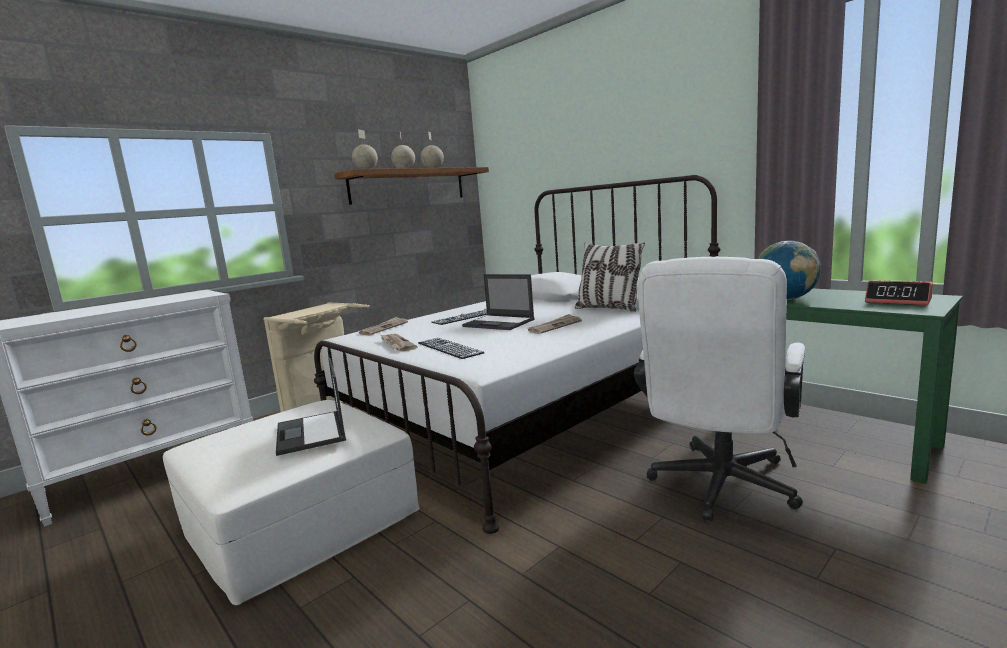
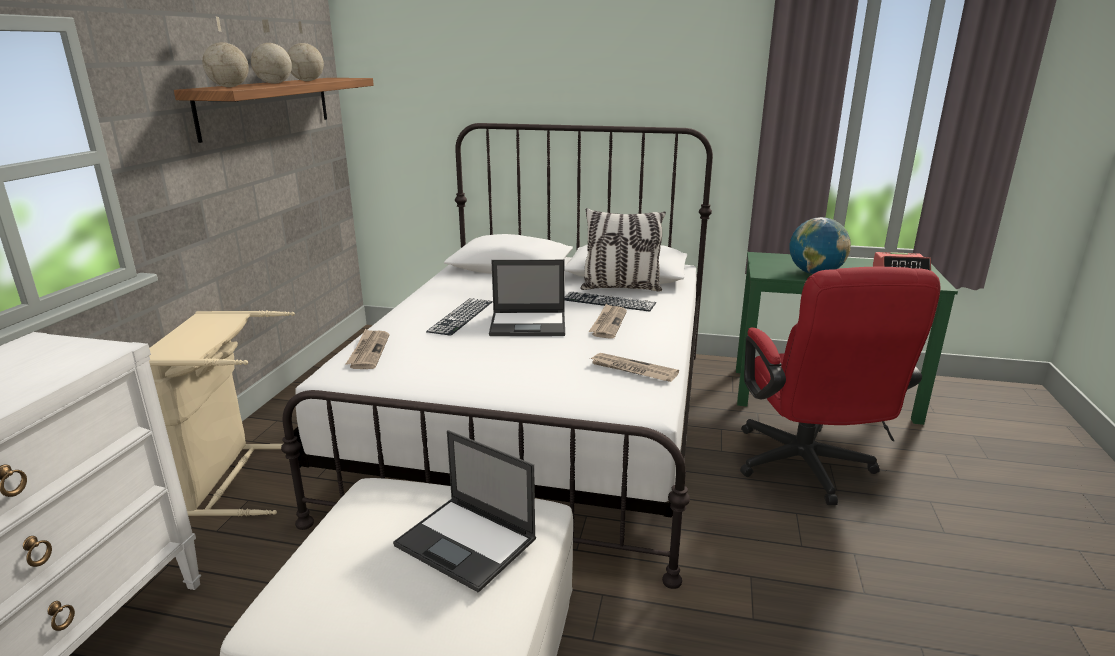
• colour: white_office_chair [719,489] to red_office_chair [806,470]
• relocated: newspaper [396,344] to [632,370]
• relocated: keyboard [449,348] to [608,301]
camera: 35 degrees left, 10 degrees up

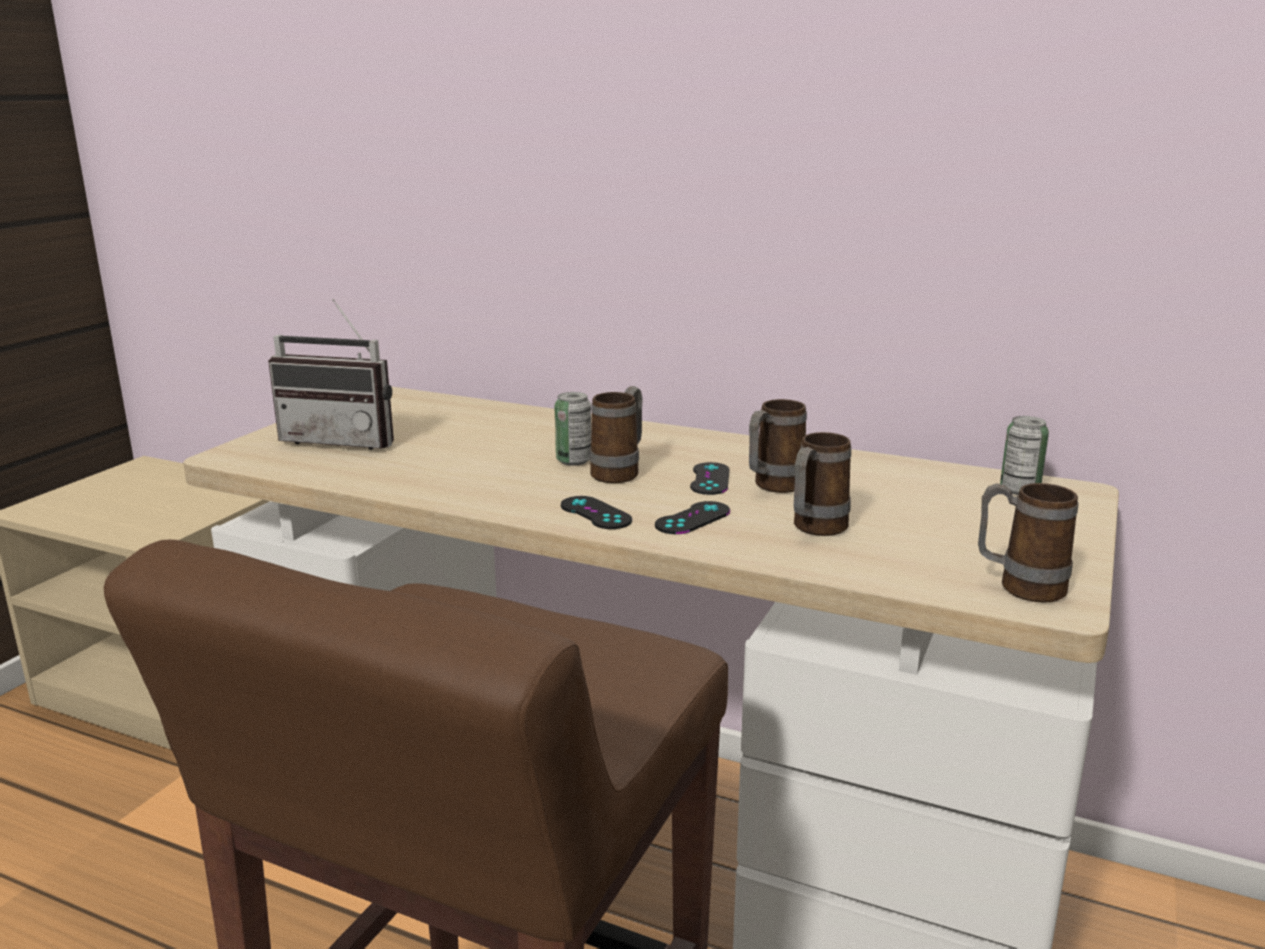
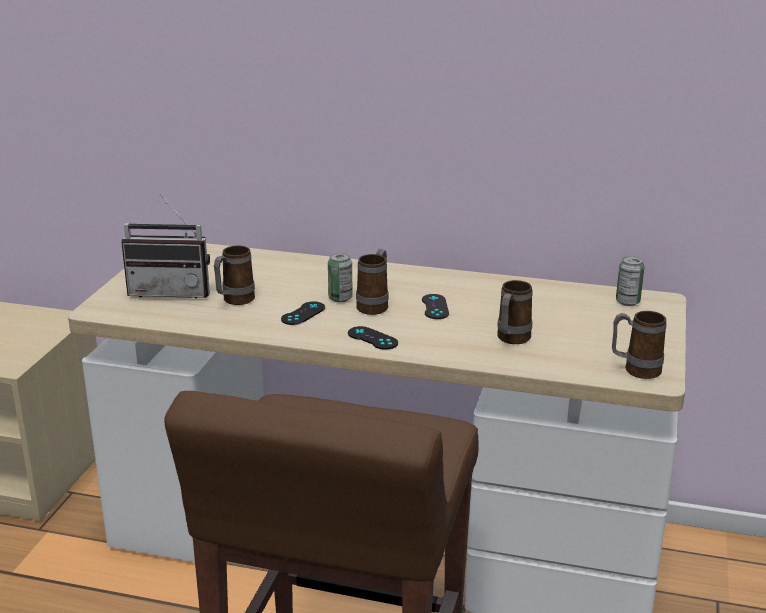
• relocated: mug [772,487] to [234,301]
• relocated: black_game_controller [692,518] to [303,313]
camera: 10 degrees left, 5 degrees up

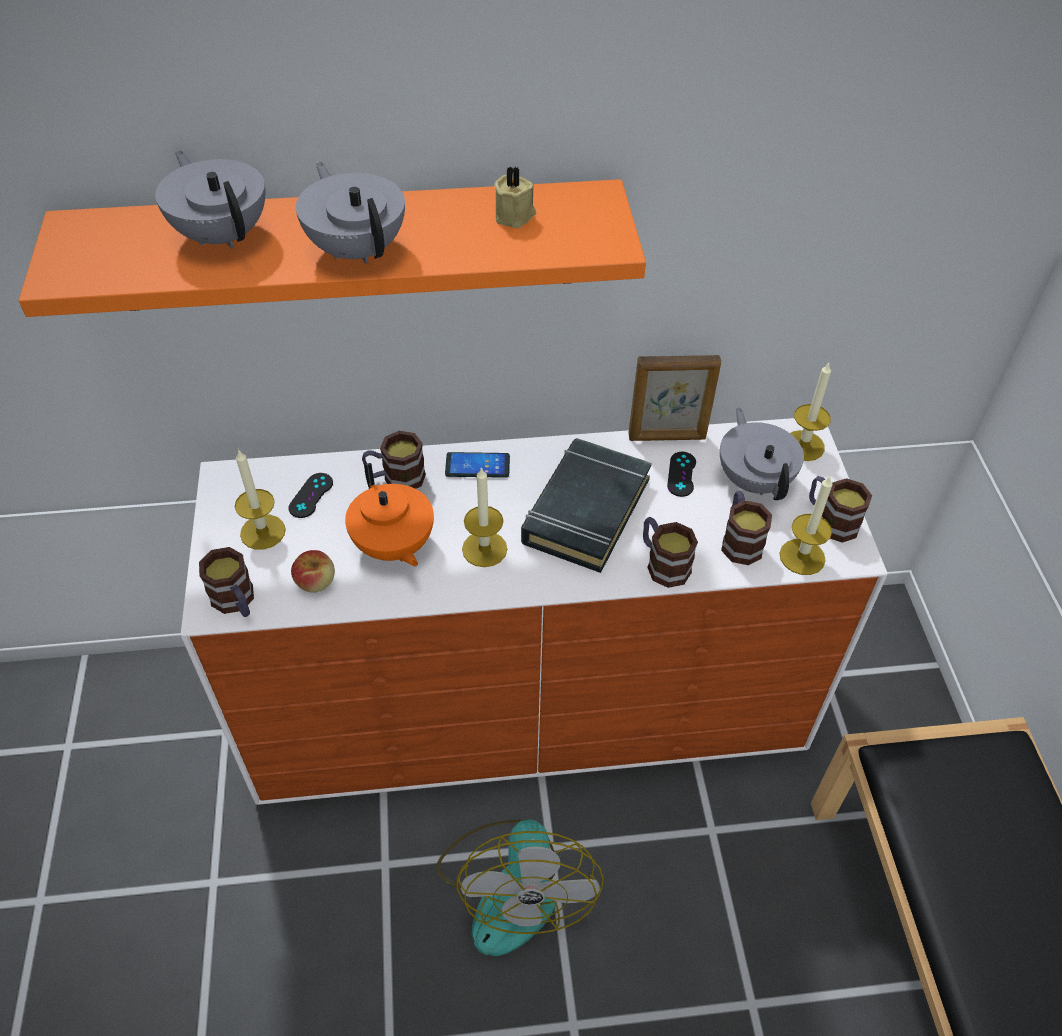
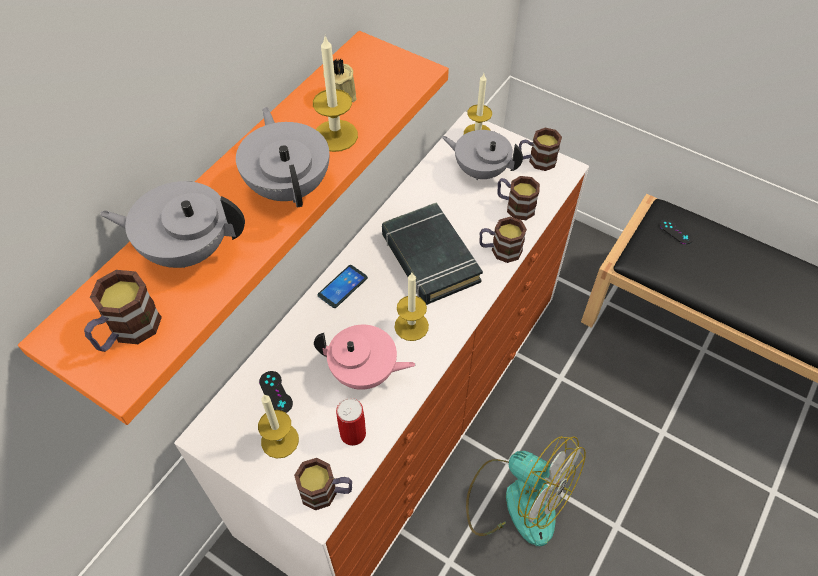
• spun: grey_teapot [357,249] = [289,186] 60 degrees clockwise
• missing: picture_frame [667,437]
• relocated: mug [395,478] to [128,331]
• relocated: black_game_controller [681,474] to [676,231]
• colour: orange_teapot [393,546] to pink_teapot [364,372]
• relocated: candle [802,557] to [335,135]
• exchanged: apple [316,582] to can [353,433]
camera: 50 degrees left, 5 degrees up

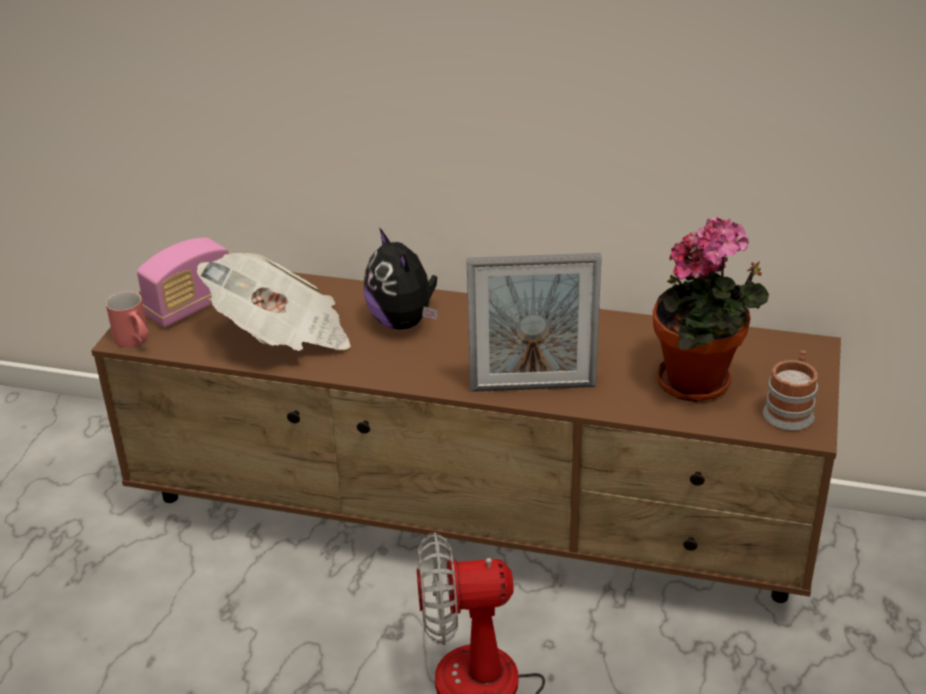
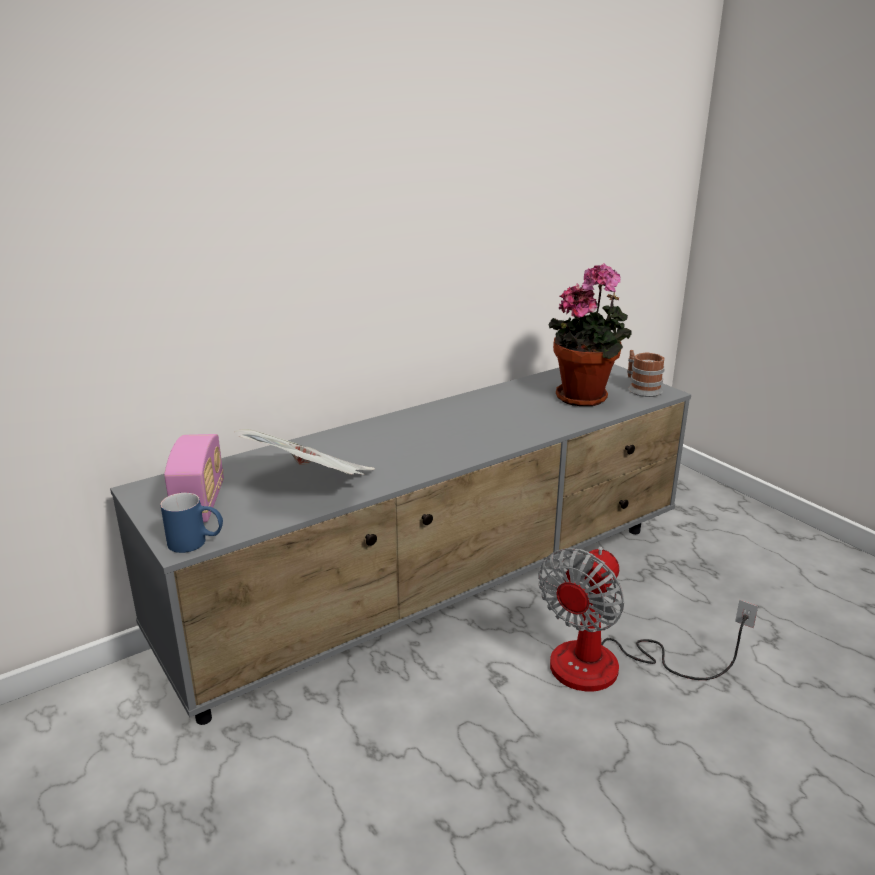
• missing: plush_toy [403,322]
• missing: picture_frame [532,387]
• colour: brown_tv_stand [472,521] to grey_tv_stand [439,593]
• colour: red_mug [135,342] to blue_mug [196,543]
camera: 50 degrees left, 10 degrees down

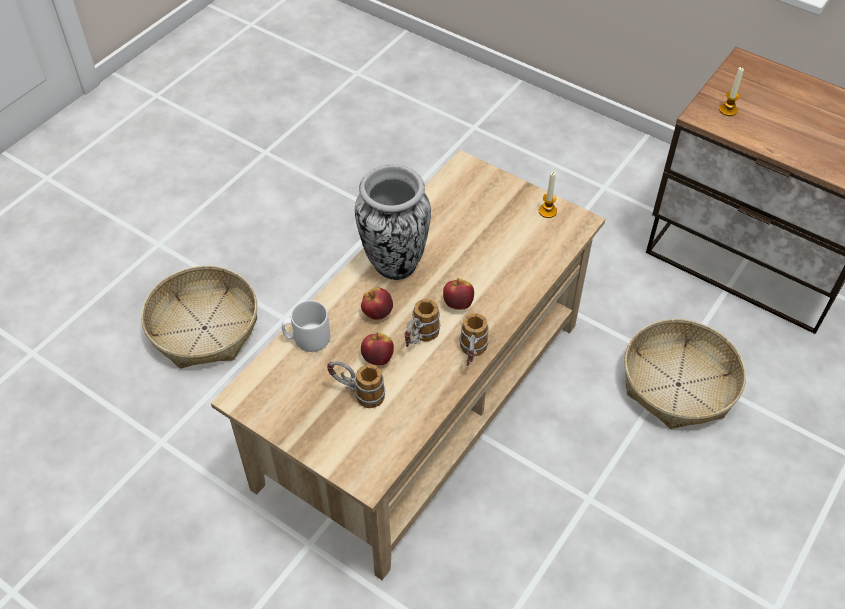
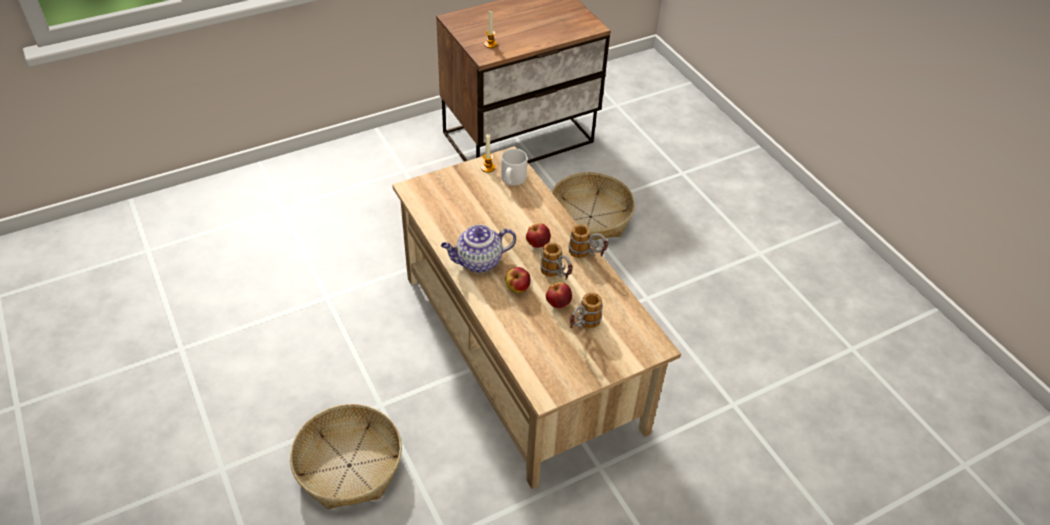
• exchanged: vase [394,264] to teapot [478,262]
• relocated: white_mug [307,338] to [512,180]
camera: 65 degrees left, 5 degrees down

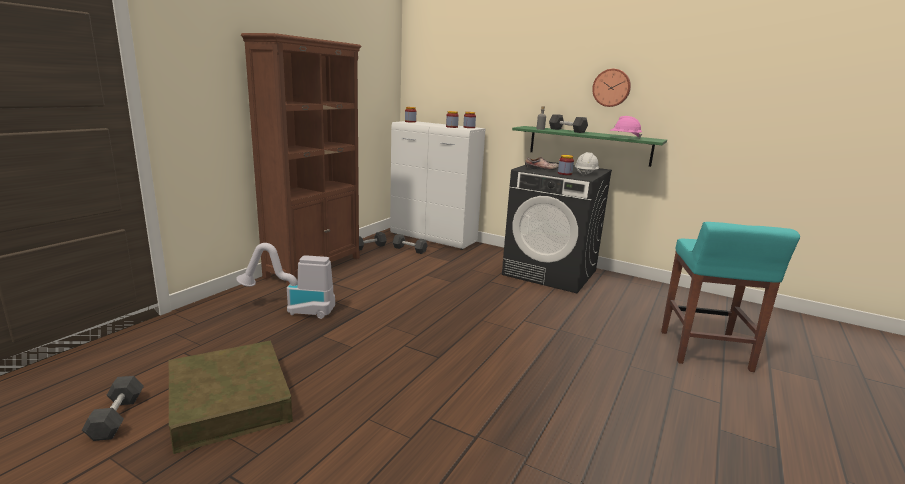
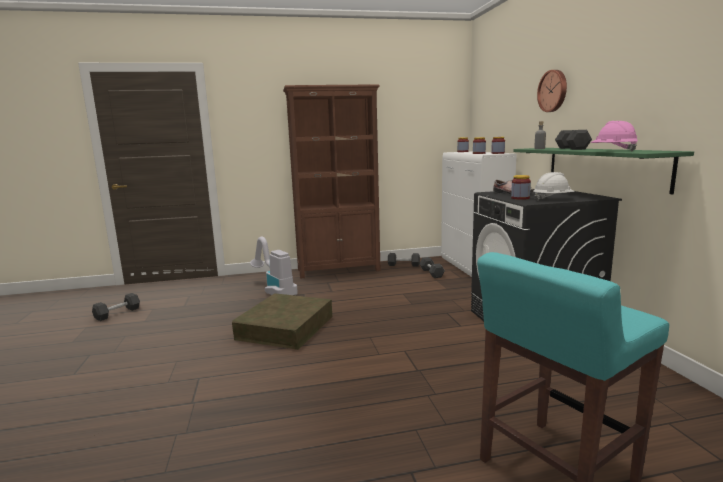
• relocated: wall_clock [611,88] to [553,91]
• relocated: brown_storage_box [230,401] to [286,327]
camera: 50 degrees right, 5 degrees down

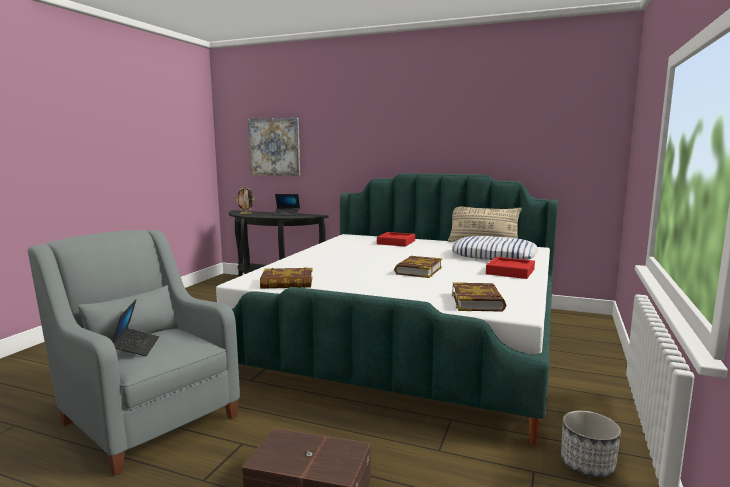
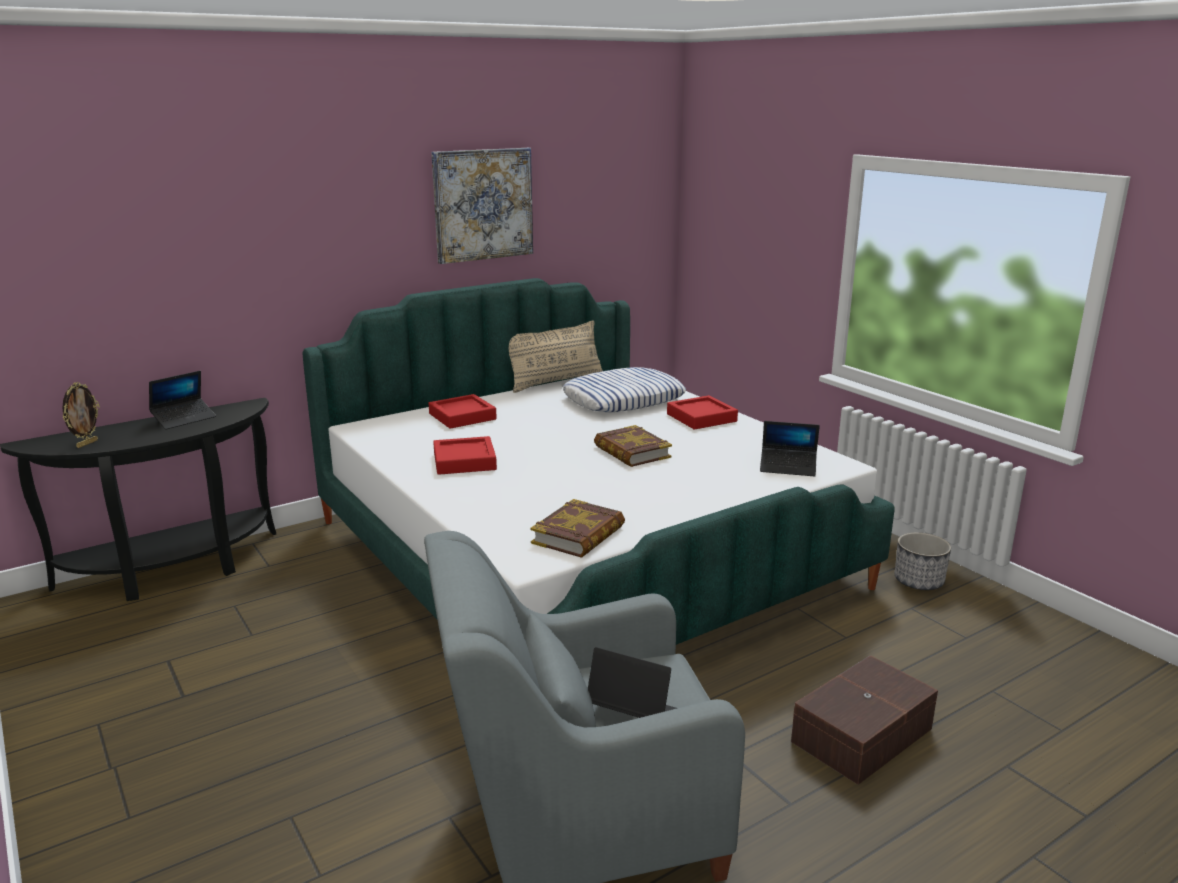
• relocated: picture [274,147] to [483,204]
• exchanged: book [477,302] to laptop [788,467]
• appeared: red_tray [464,461]
camera: 55 degrees left, 10 degrees up

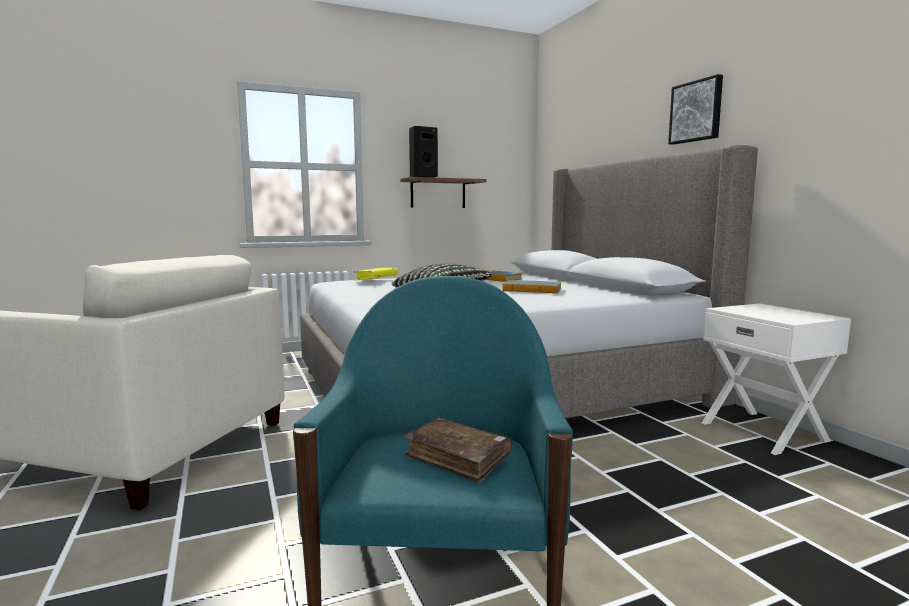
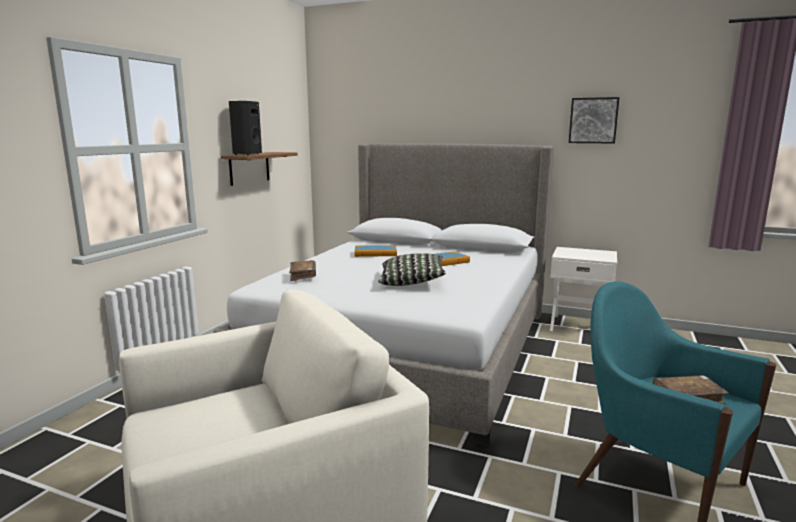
• relocated: picture [696,111] to [593,120]
• colour: yellow_book [376,279] to brown_book [303,275]
camera: 45 degrees left, 5 degrees up

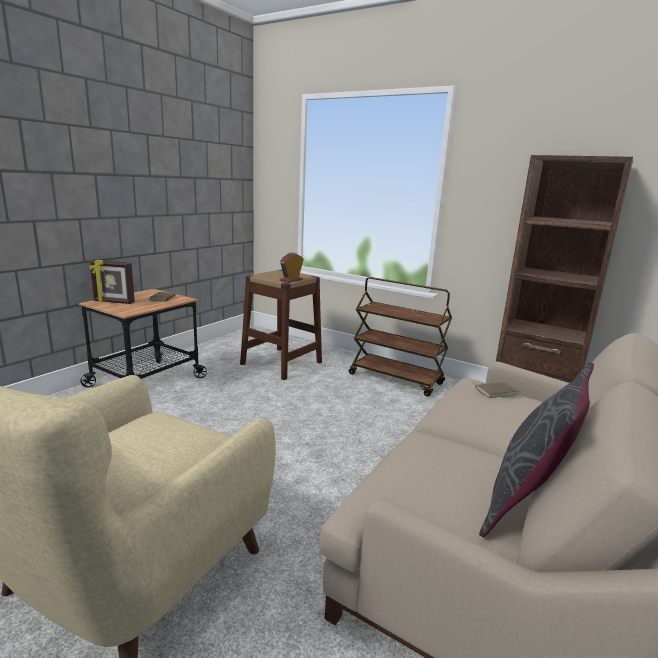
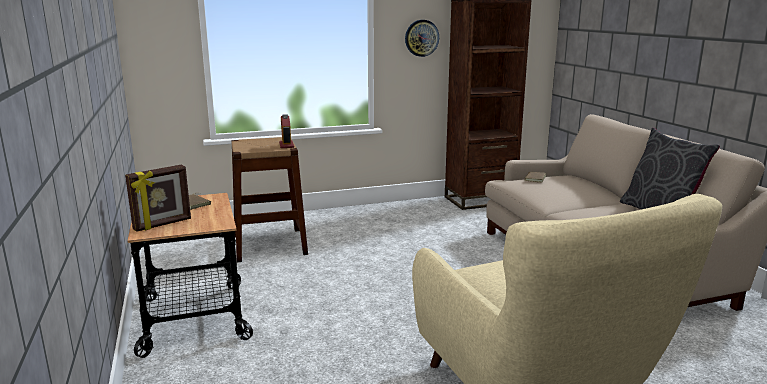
• missing: brown_cart [396,379]
• appeared: wall_clock [421,38]
camera: 50 degrees left, 0 degrees up

